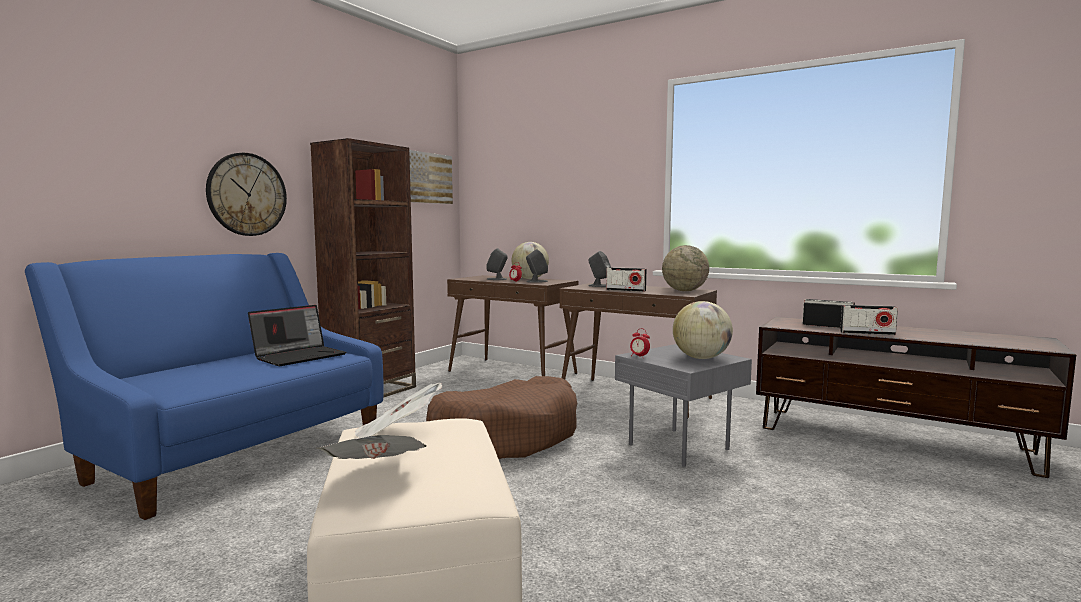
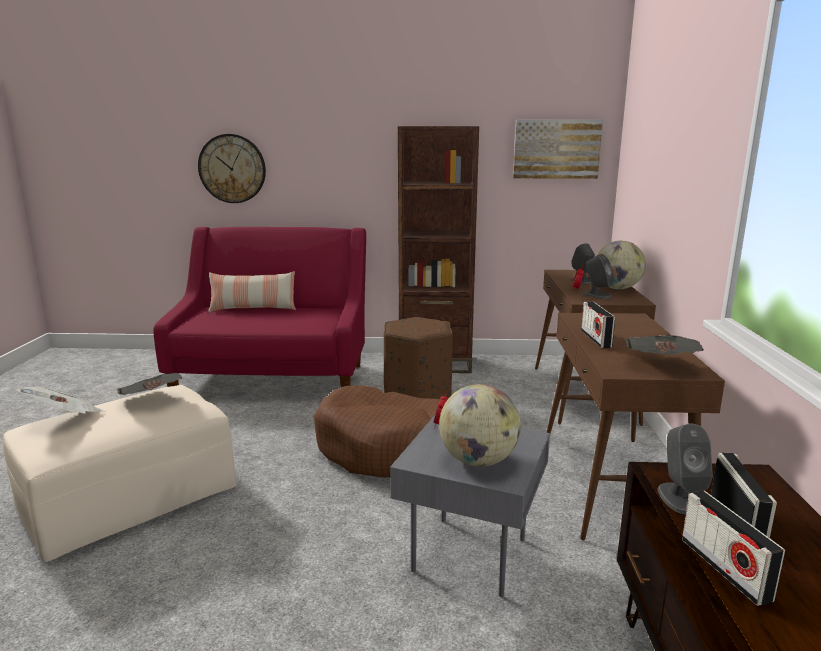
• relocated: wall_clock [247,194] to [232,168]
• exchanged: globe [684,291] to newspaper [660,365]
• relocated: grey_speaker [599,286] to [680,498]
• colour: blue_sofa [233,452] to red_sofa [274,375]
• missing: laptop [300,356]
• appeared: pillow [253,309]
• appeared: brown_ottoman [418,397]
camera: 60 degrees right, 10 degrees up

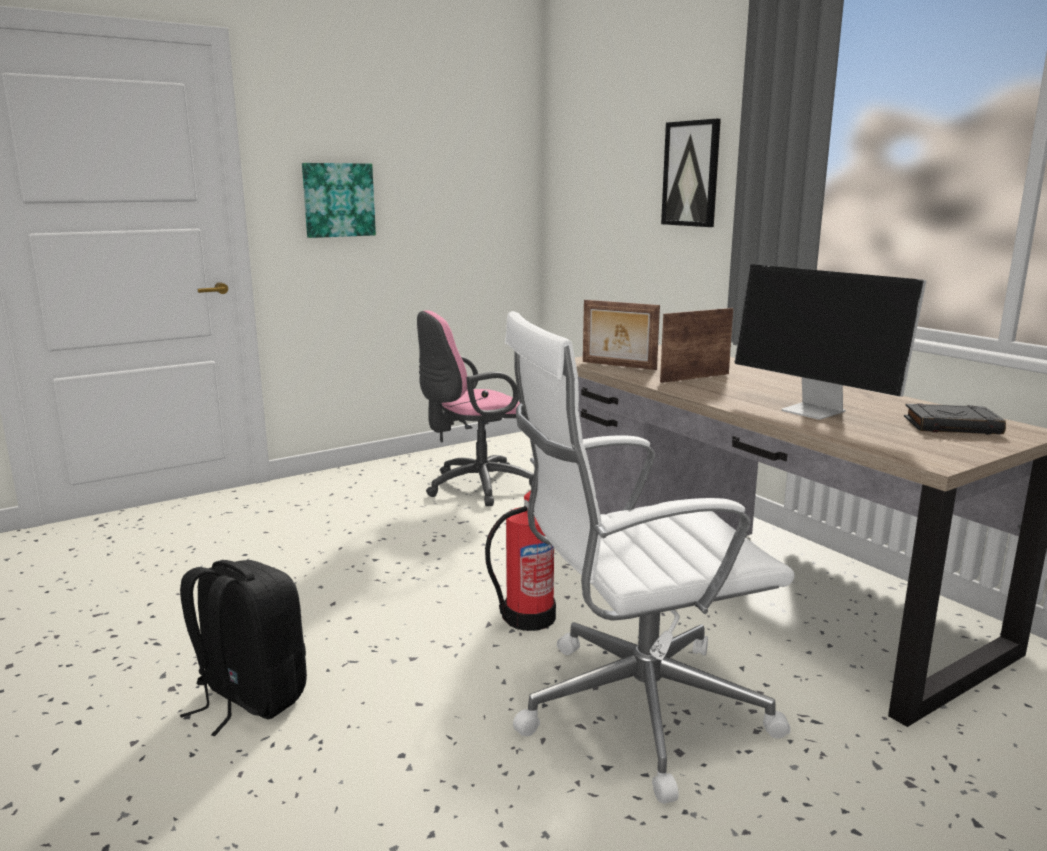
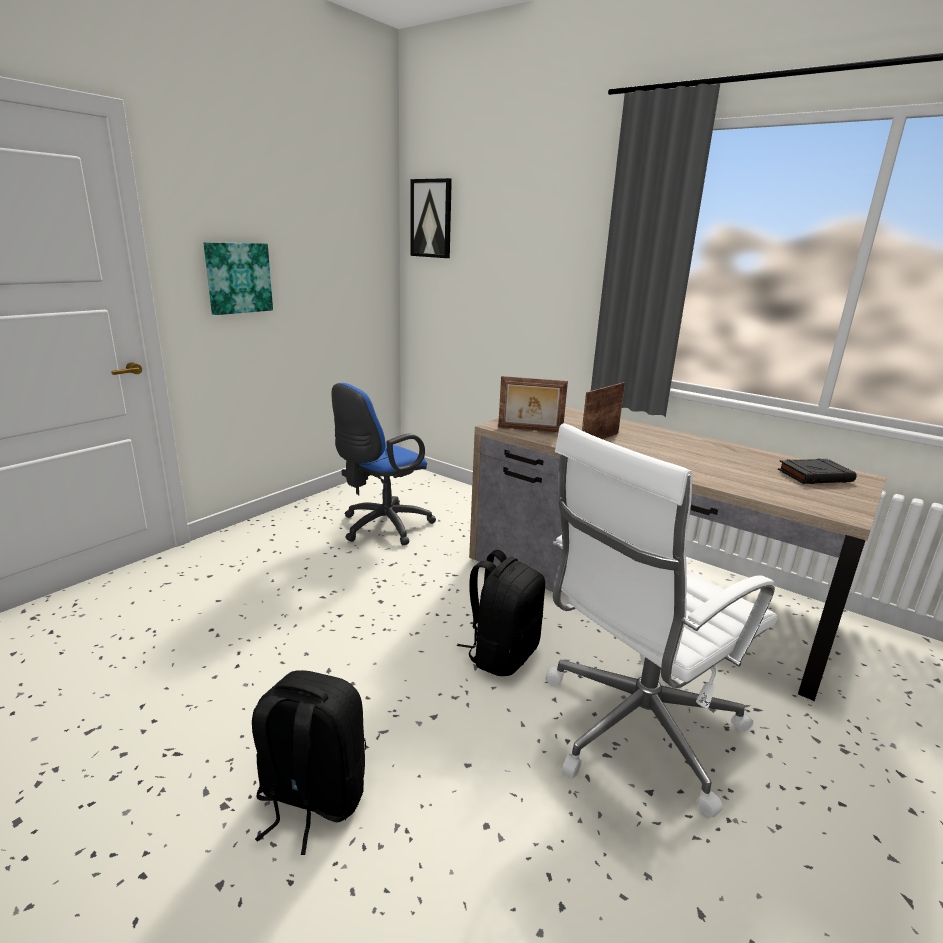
• relocated: picture [691,174] to [431,218]
• missing: monitor [815,411]
• colour: pink_office_chair [474,487] to blue_office_chair [382,527]
• exchanged: fire_extinguisher [527,618] to black_backpack [502,654]
camera: 20 degrees left, 5 degrees up

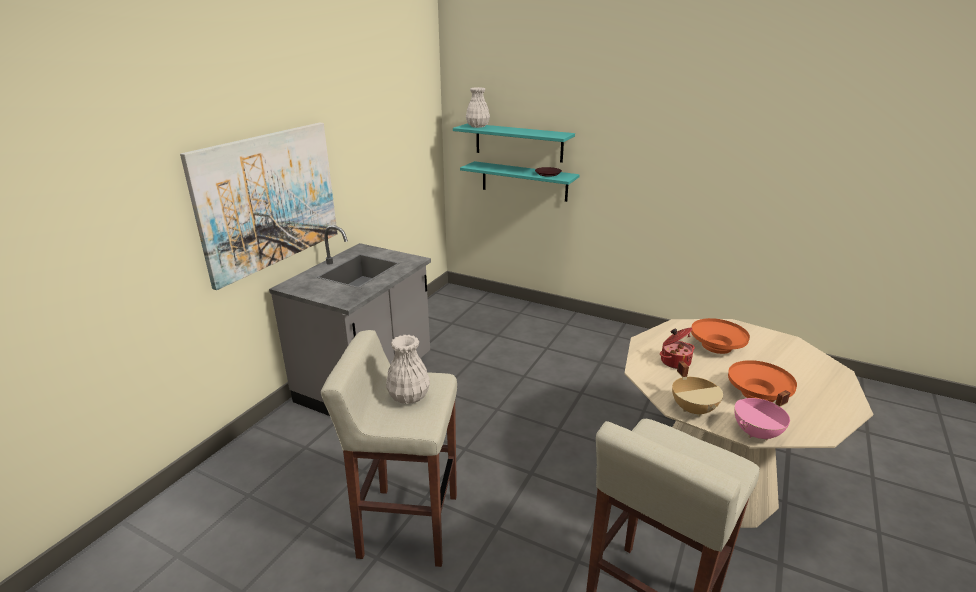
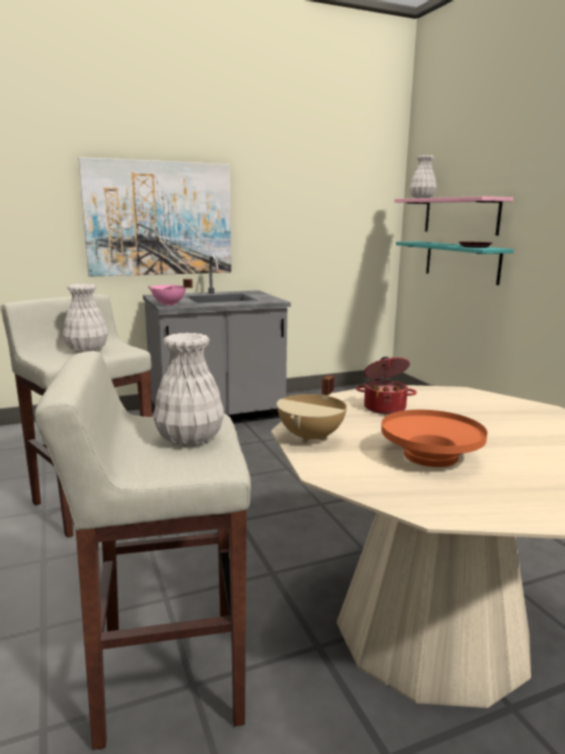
• colour: turquoise_shelf [518,142] to pink_shelf [460,216]
• missing: orange_bowl [717,346]
• relocated: pink_cooking_pot [757,433] to [169,304]
• appeared: white_vase [191,439]
camera: 40 degrees right, 10 degrees down

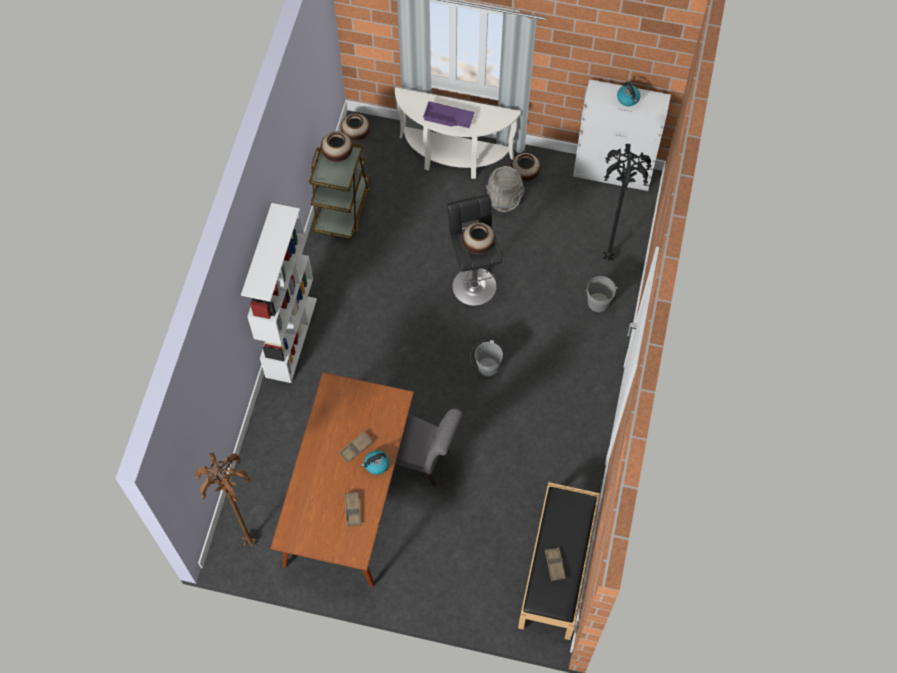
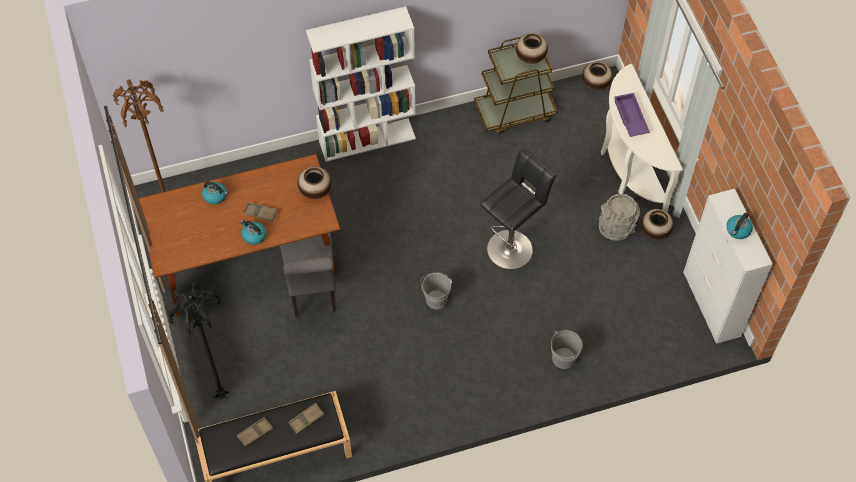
• relocated: black_floor_lamp [608,259] to [221,397]
• relocated: vase [478,246] to [315,191]
• relocated: brown_tray [353,510] to [306,419]
• appeared: kettle [215,196]
camera: 60 degrees right, 5 degrees down

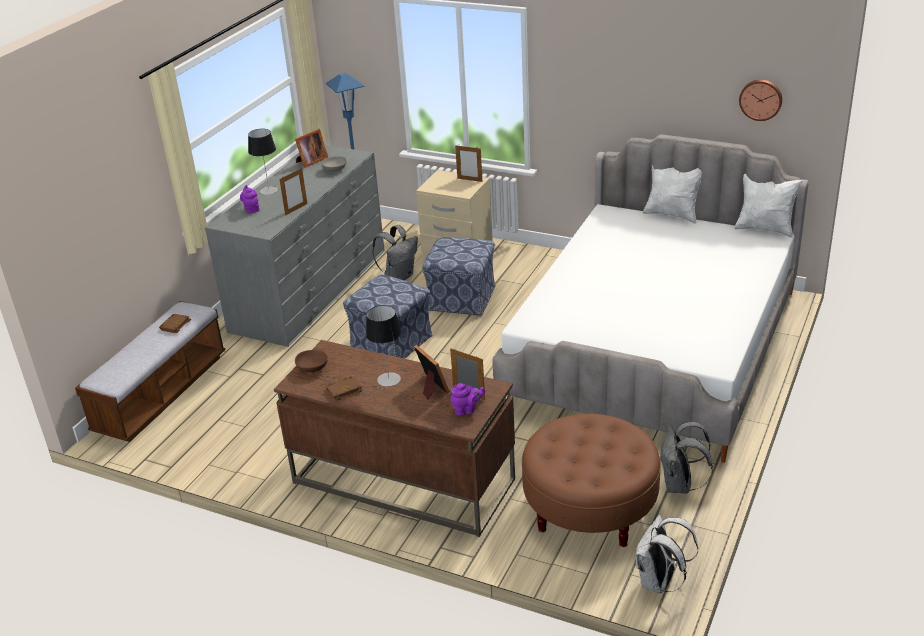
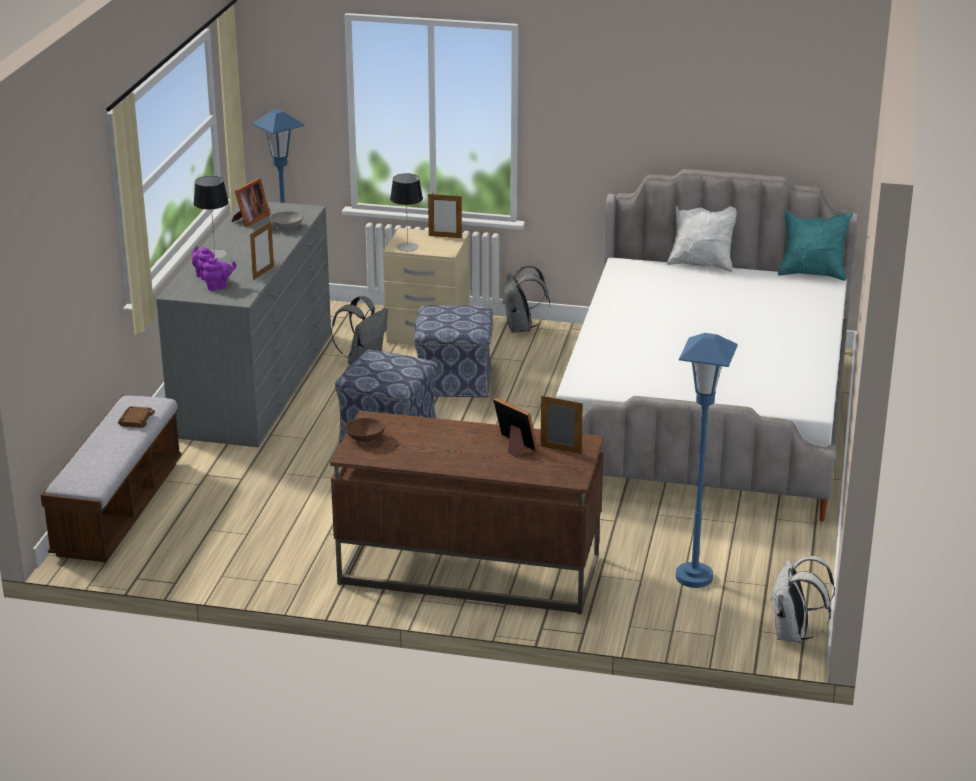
• missing: wall_clock [761,99]
• colour: white_pillow [765,229] to turquoise_pillow [812,273]
• relocated: table_lamp [388,379] to [407,247]
• missing: brown_book [344,390]
• relocated: purple_teapot [467,410] to [219,287]
• exchanged: brown_ottoman [590,509] to blue_floor_lamp [694,577]
• relocated: grey_backpack [680,485] to [521,328]
camera: 15 degrees left, 5 degrees down

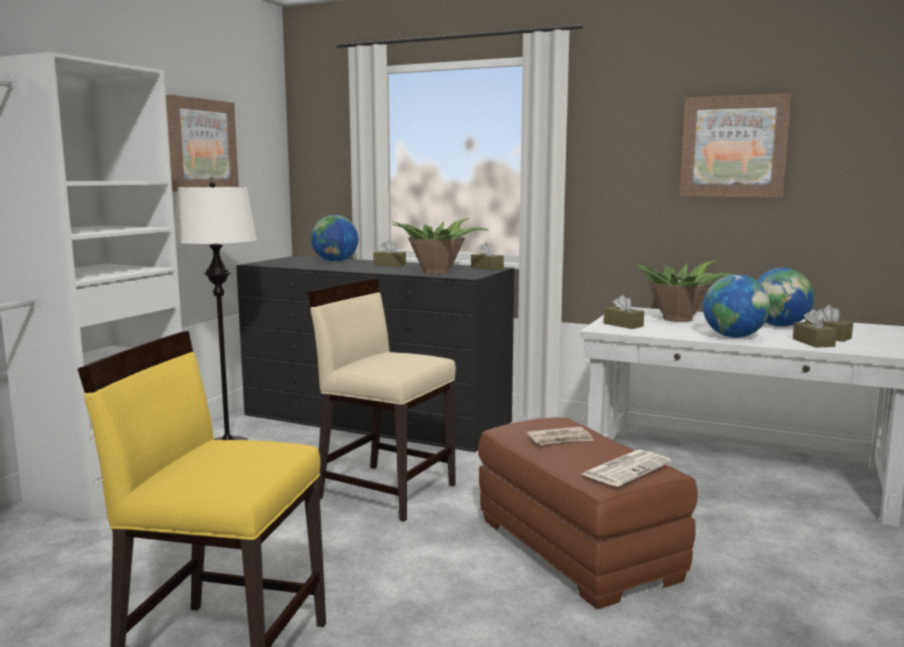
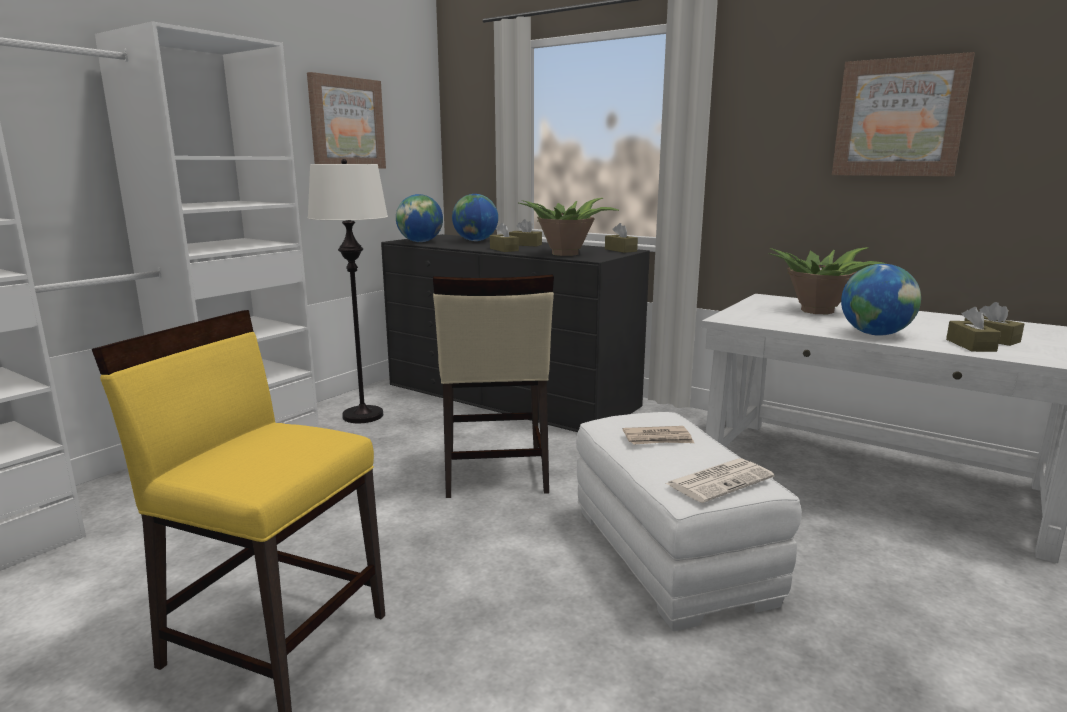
• relocated: globe [779,326] to [420,242]
• spun: beige_chair [386,491] = [494,472] 135 degrees counterclockwise
• relocated: brown_tissue_box [623,325] to [504,249]
• colour: brown_ottoman [578,549] to white_ottoman [671,556]
camera: 10 degrees right, 5 degrees up

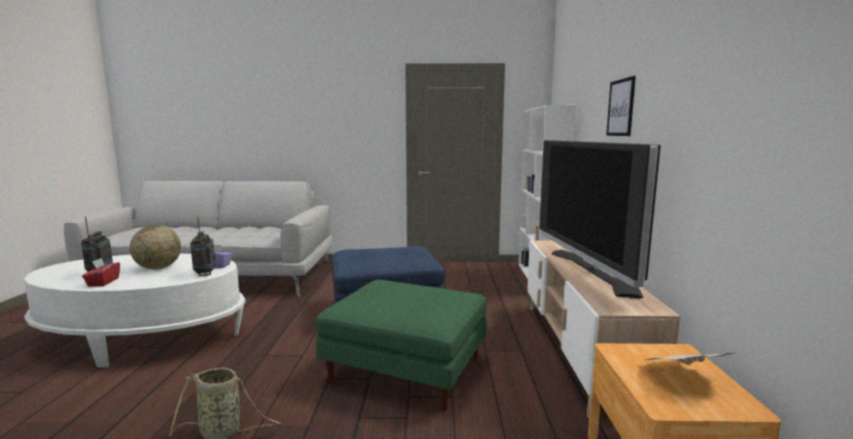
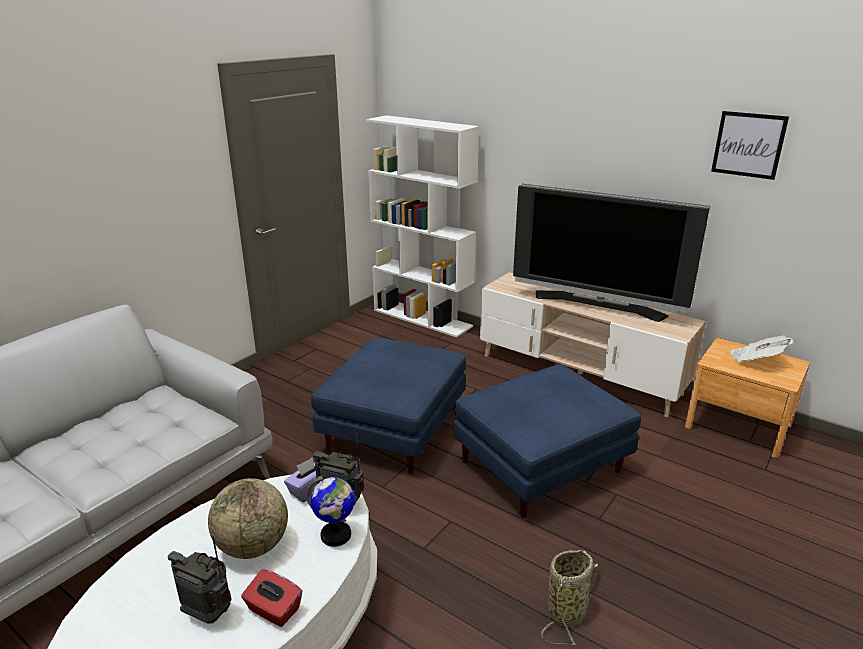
• relocated: picture [620,107] to [748,145]
• colour: green_ottoman [408,370] to blue_ottoman [541,465]
• appeared: globe [336,535]
camera: 55 degrees left, 15 degrees up

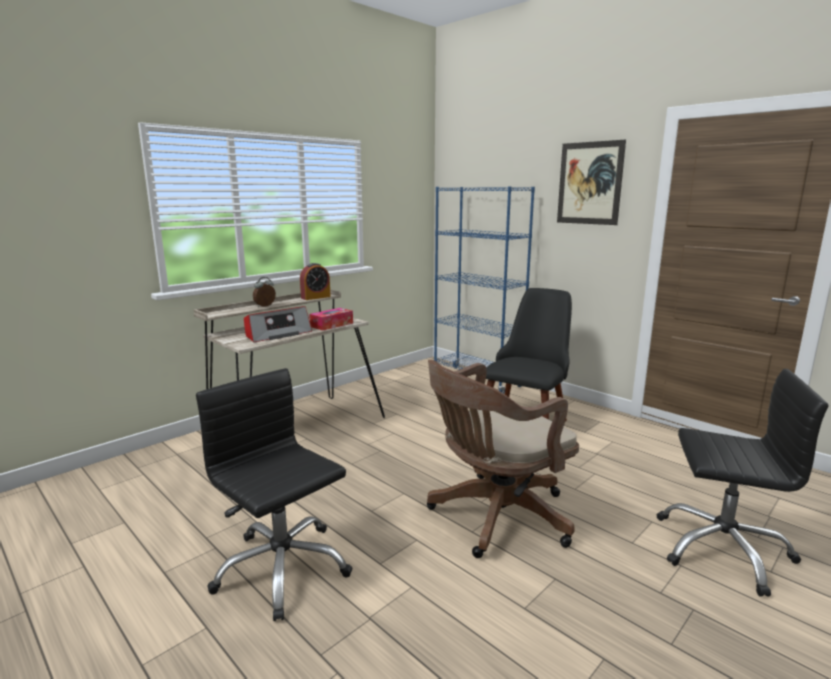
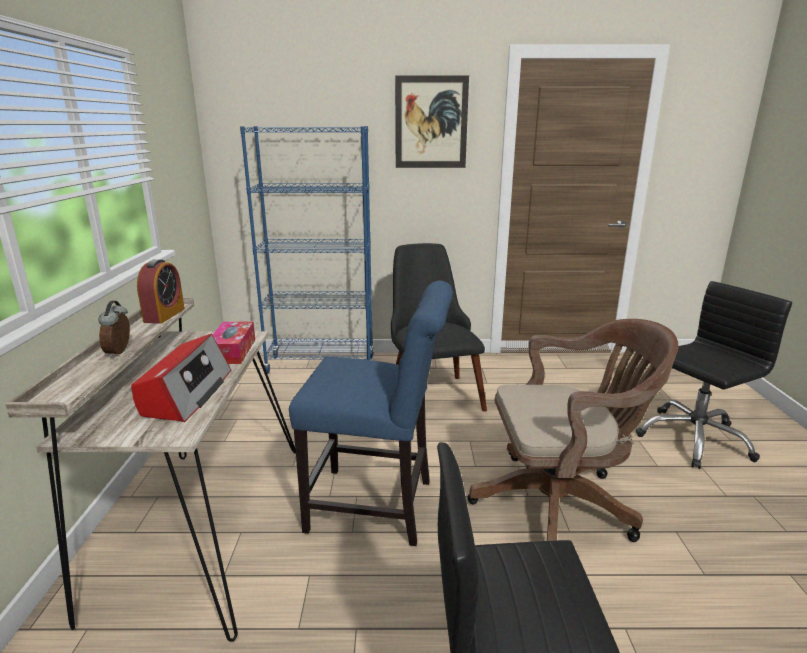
• spun: brown_office_chair [494,517] = [560,504] 105 degrees counterclockwise
• appeared: blue_chair [378,507]
camera: 45 degrees left, 5 degrees up

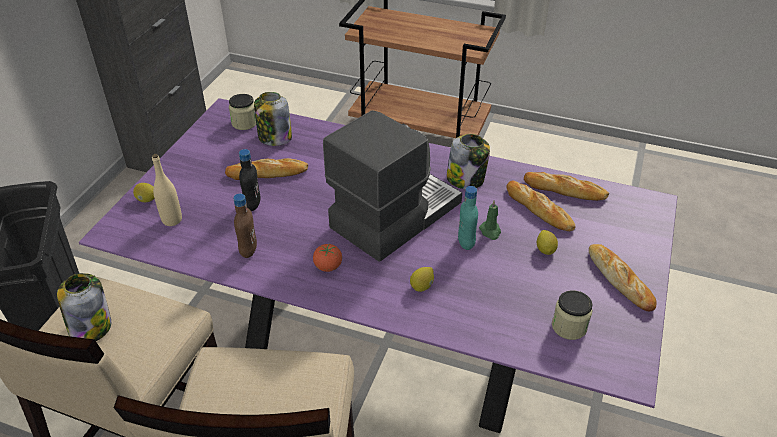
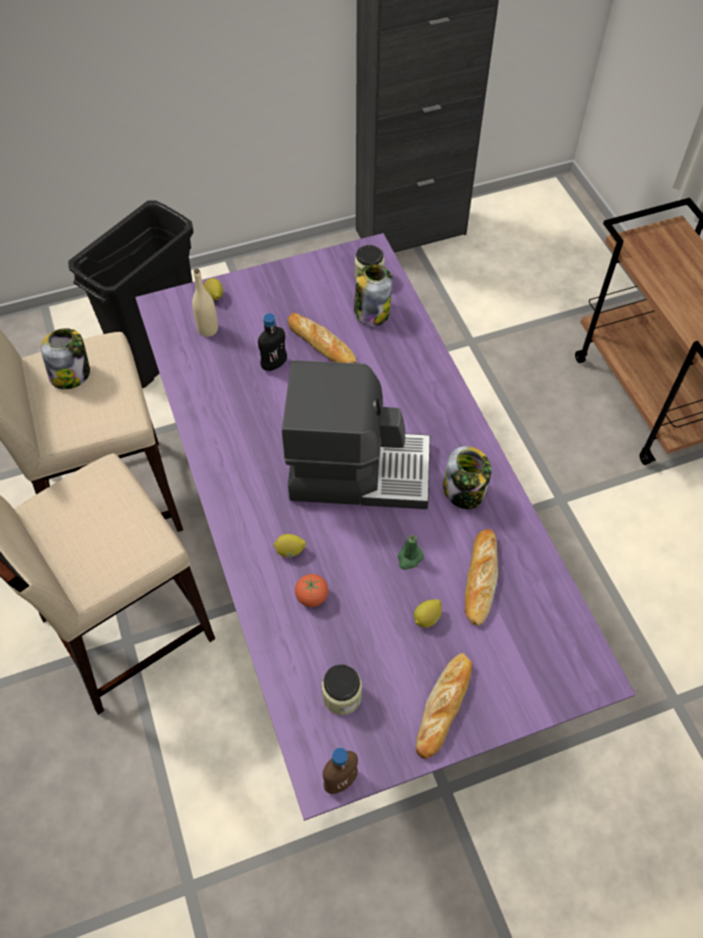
• missing: bread [565,190]
• missing: turquoise_bottle [466,243]
• relocated: brown_bottle [248,250] to [340,780]
• relocated: tomato [328,267] to [312,597]
camera: 50 degrees right, 15 degrees up

